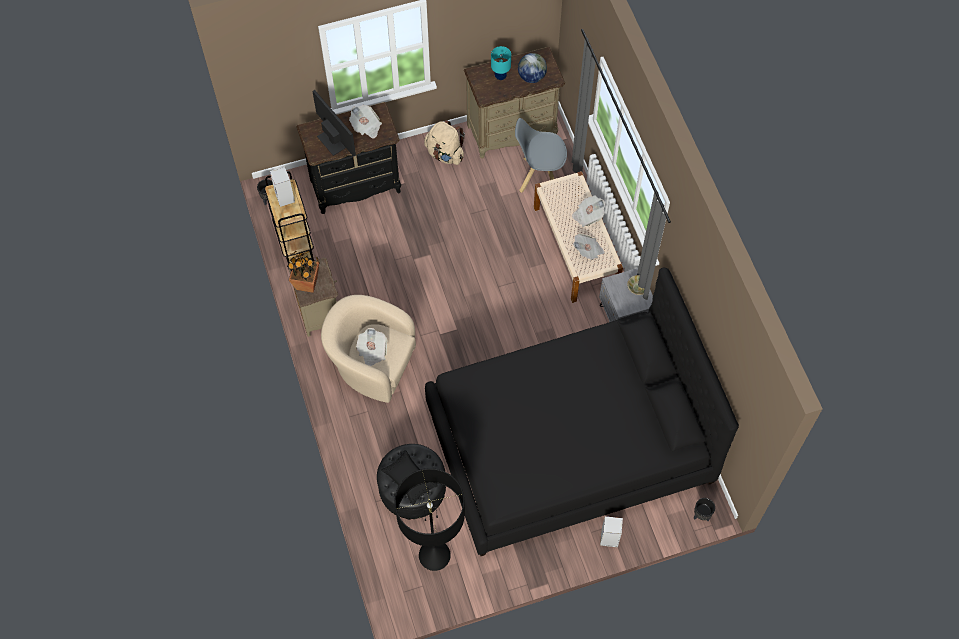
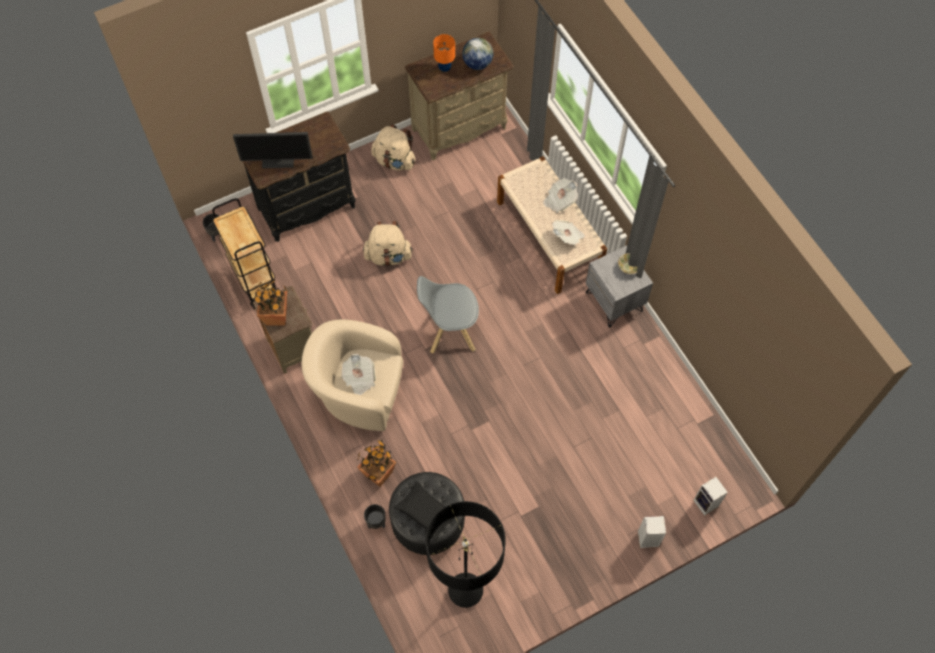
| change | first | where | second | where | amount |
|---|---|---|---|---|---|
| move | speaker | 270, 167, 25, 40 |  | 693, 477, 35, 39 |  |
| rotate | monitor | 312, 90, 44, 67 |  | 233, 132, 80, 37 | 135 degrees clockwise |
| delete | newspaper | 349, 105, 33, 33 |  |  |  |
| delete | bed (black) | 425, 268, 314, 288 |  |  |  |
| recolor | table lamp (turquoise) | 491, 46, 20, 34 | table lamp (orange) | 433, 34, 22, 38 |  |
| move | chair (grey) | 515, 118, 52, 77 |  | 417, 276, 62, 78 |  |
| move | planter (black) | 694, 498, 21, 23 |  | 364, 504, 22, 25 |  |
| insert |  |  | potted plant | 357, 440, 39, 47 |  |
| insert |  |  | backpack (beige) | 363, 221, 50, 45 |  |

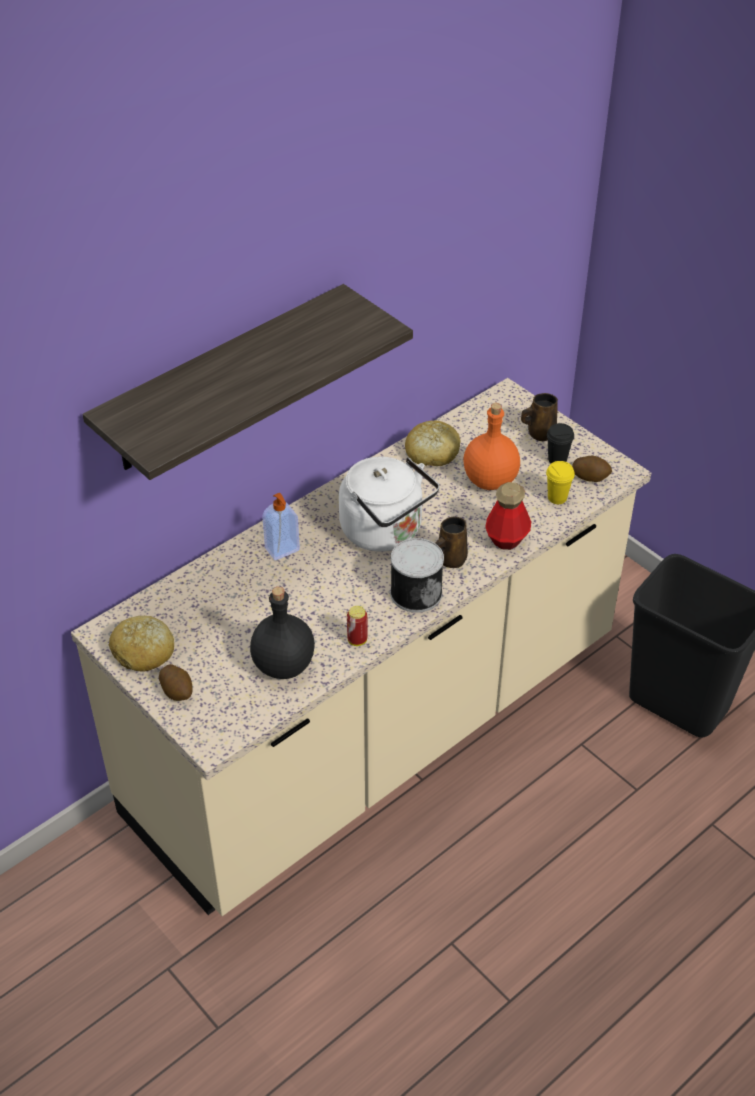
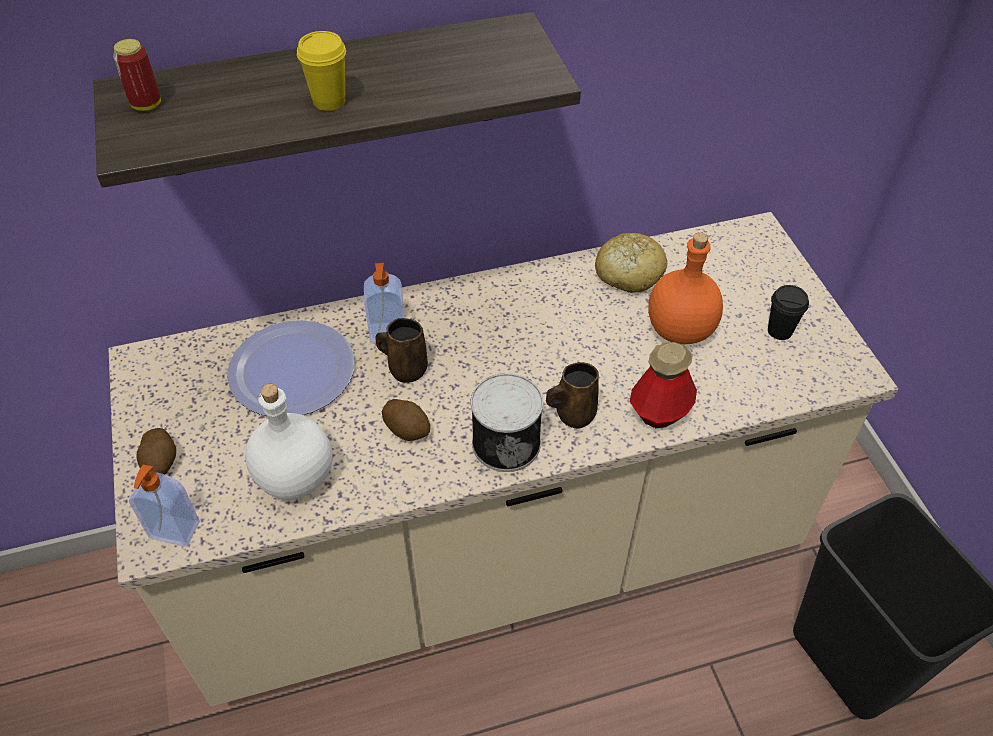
| change | first | where | second | where | amount |
|---|---|---|---|---|---|
| delete | bread | 109, 616, 65, 56 |  |  |  |
| recolor | bottle (black) | 250, 587, 65, 92 | bottle (white) | 245, 384, 88, 116 |  |
| delete | kettle (white) | 339, 457, 100, 95 |  |  |  |
| move | can | 347, 606, 20, 40 |  | 113, 39, 48, 72 |  |
| move | mug (brown) | 521, 393, 37, 48 |  | 375, 318, 53, 65 |  |
| move | cup (yellow) | 546, 461, 29, 43 |  | 297, 31, 49, 80 |  |
| move | potato | 572, 456, 40, 26 |  | 382, 399, 48, 42 |  |
| insert |  |  | soap dispenser | 129, 465, 71, 82 |  |
| insert |  |  | plate | 227, 320, 128, 96 |  |

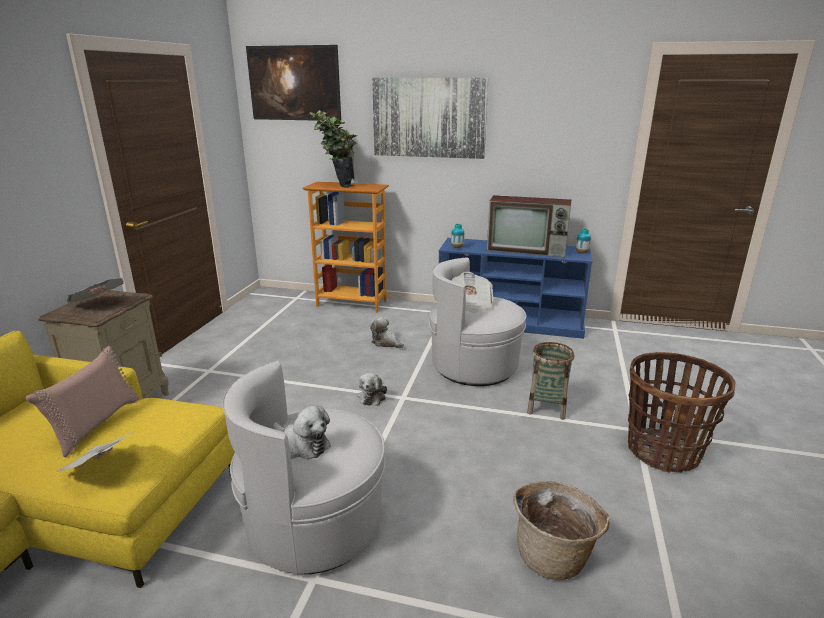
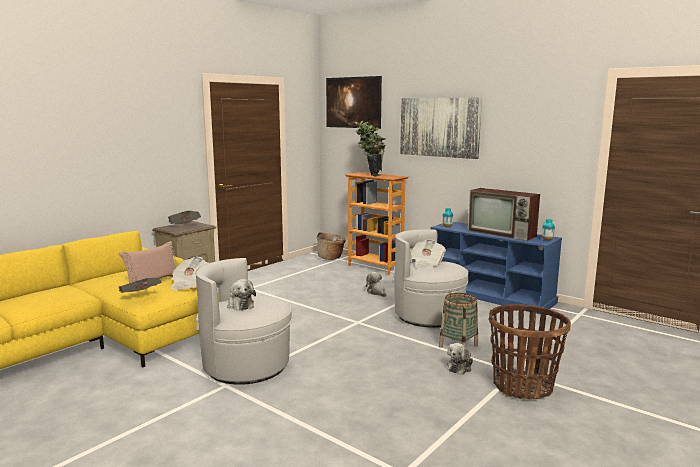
| change | first | where | second | where | amount |
|---|---|---|---|---|---|
| move | plush toy | 358, 373, 29, 33 |  | 447, 343, 26, 32 |  |
| move | basket | 513, 481, 97, 99 |  | 317, 232, 29, 28 |  |
| insert |  |  | newspaper | 171, 257, 38, 33 |  |

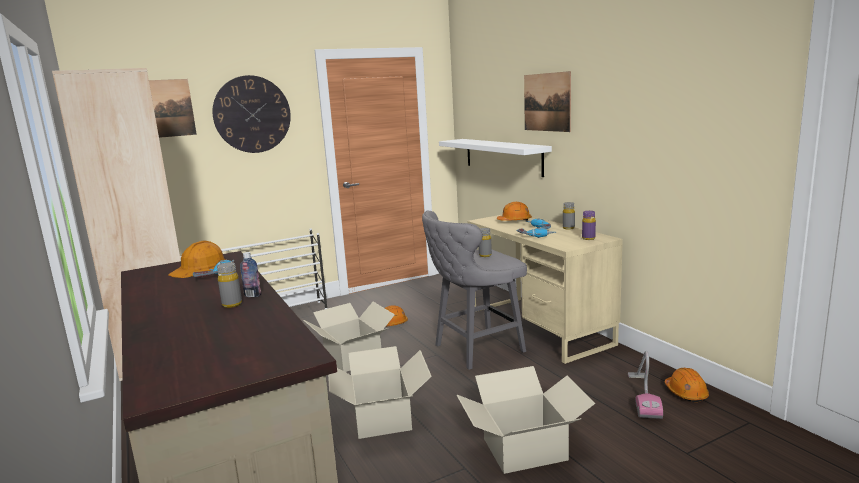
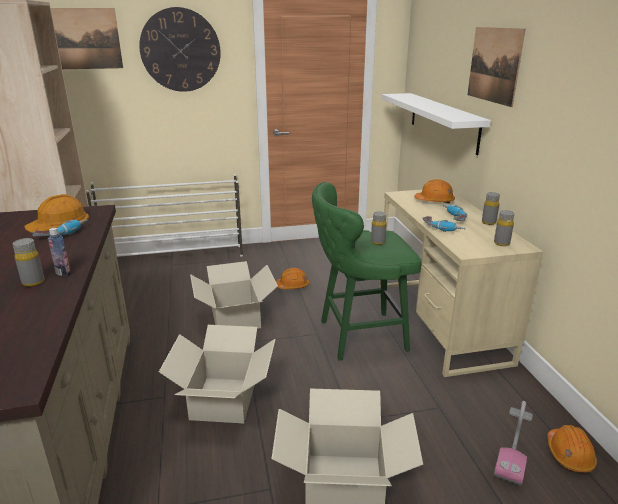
| change | first | where | second | where | amount |
|---|---|---|---|---|---|
| recolor | stool (grey) | 422, 211, 105, 159 | stool (green) | 312, 182, 110, 179 |  |
| recolor | bottle (purple) | 582, 211, 14, 29 | bottle (grey) | 494, 210, 20, 36 |  |

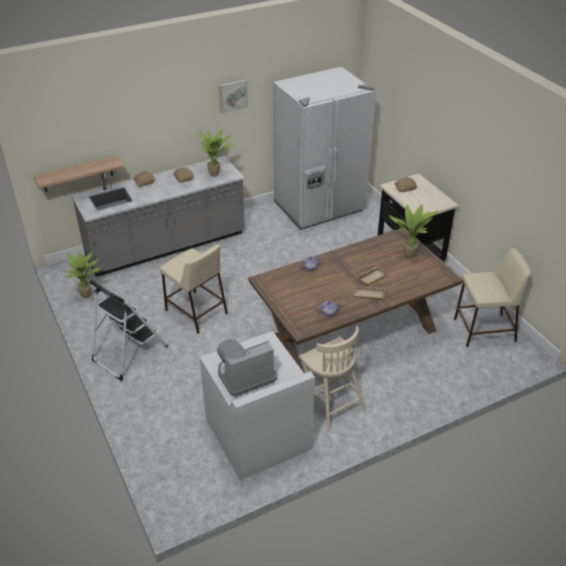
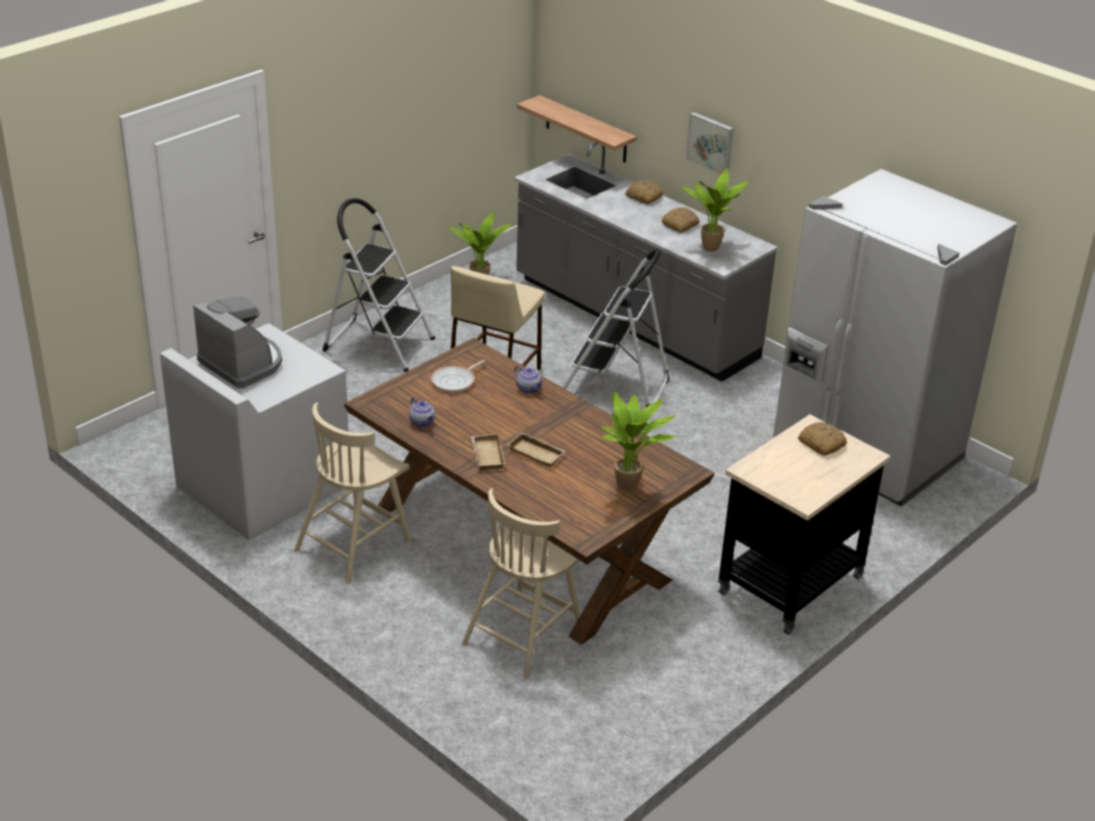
| change | first | where | second | where | amount |
|---|---|---|---|---|---|
| move | picture | 219, 79, 29, 34 |  | 686, 112, 48, 62 |  |
| delete | stool (beige) | 454, 248, 77, 99 |  |  |  |
| insert |  |  | frying pan | 431, 360, 54, 33 |  |
| insert |  |  | chair (beige) | 462, 488, 118, 191 |  |
| insert |  |  | step ladder | 562, 249, 108, 158 |  |

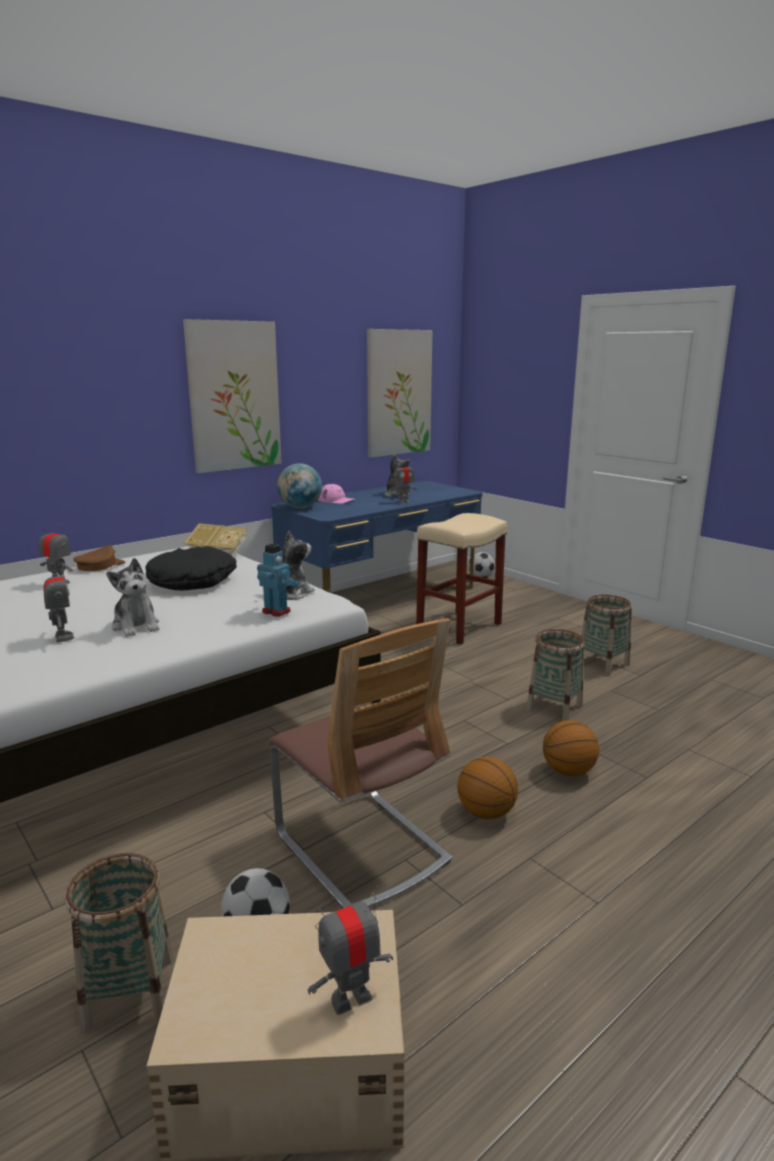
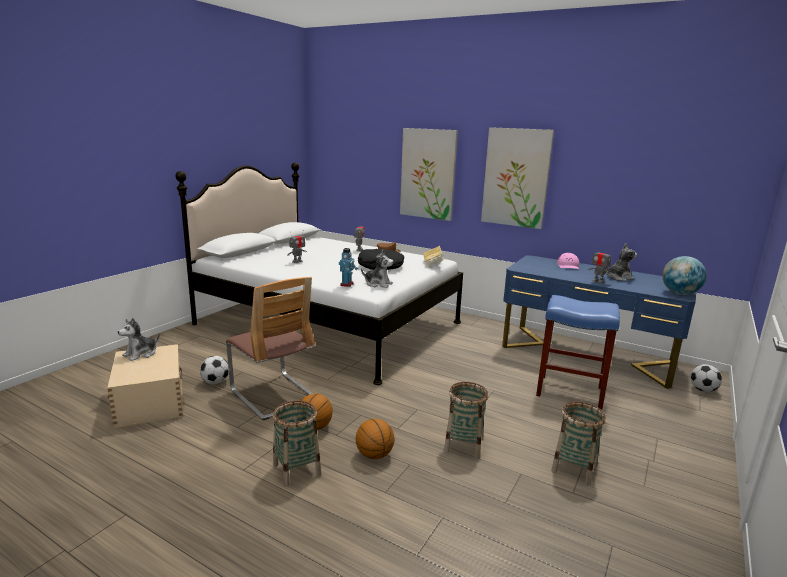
| change | first | where | second | where | amount |
|---|---|---|---|---|---|
| move | basket | 65, 853, 108, 181 |  | 273, 400, 48, 87 |  |
| move | plush toy | 106, 558, 53, 79 |  | 118, 318, 42, 43 |  |
| rotate | chair | 268, 618, 184, 290 |  | 226, 277, 89, 143 | 75 degrees counterclockwise |
| move | globe | 277, 463, 45, 46 |  | 662, 256, 45, 39 |  |
| delete | toy robot | 308, 886, 85, 129 |  |  |  |
| move | picture | 367, 329, 66, 128 |  | 400, 128, 58, 93 |  |
| recolor | stool (beige) | 416, 513, 91, 132 | stool (blue) | 536, 295, 84, 115 |  |

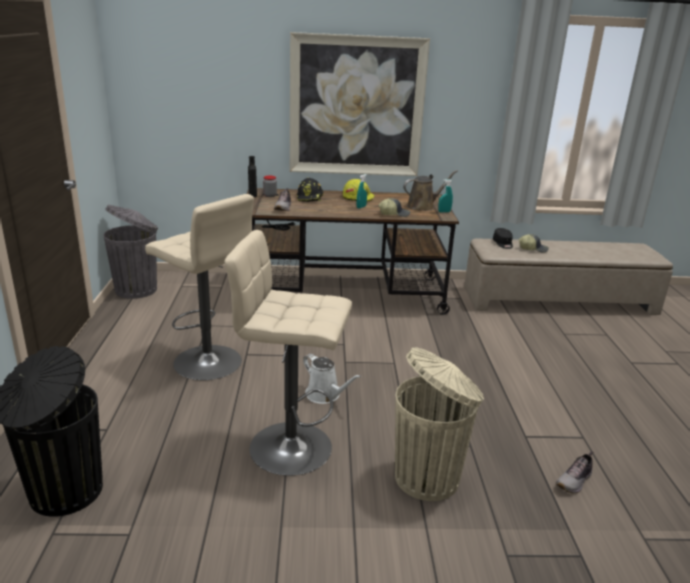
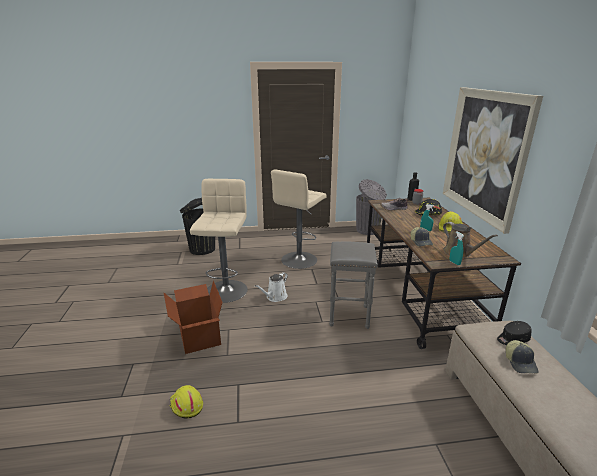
| change | first | where | second | where | amount |
|---|---|---|---|---|---|
| replace | trash can (beige) | 395, 347, 89, 154 | cardboard box | 164, 281, 59, 73 |  |
| replace | shoe | 556, 451, 37, 43 | hard hat (yellow) | 170, 385, 33, 33 |  |
| insert |  |  | stool (grey) | 329, 242, 49, 87 |  |

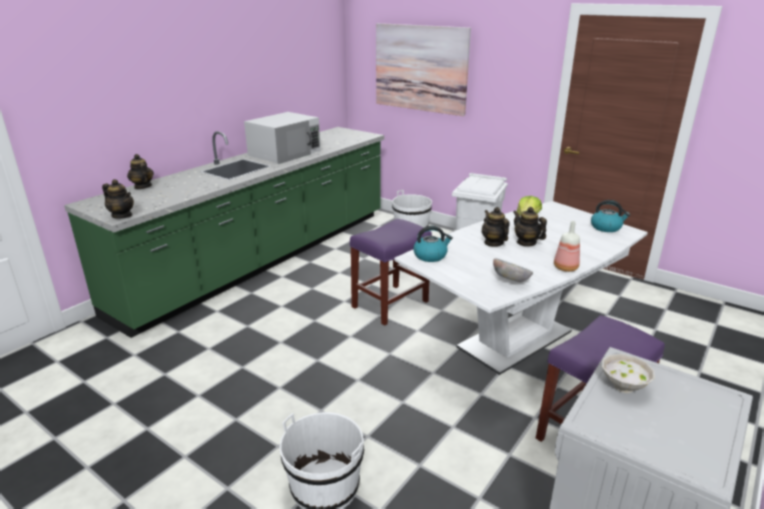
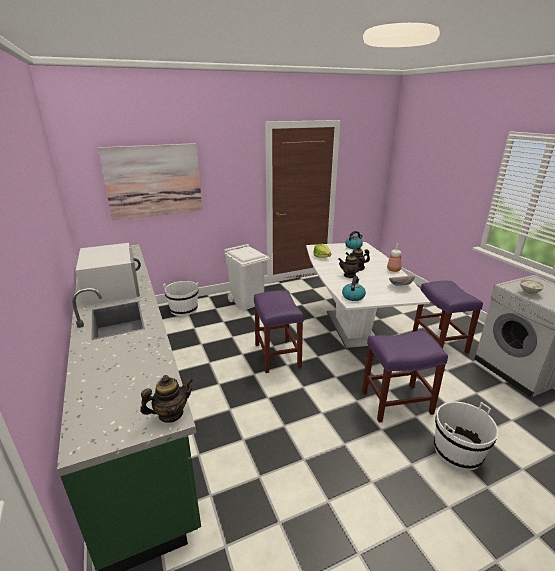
| change | first | where | second | where | amount |
|---|---|---|---|---|---|
| delete | teapot | 127, 154, 27, 35 |  |  |  |
| insert |  |  | stool (purple) | 362, 330, 86, 93 |  |

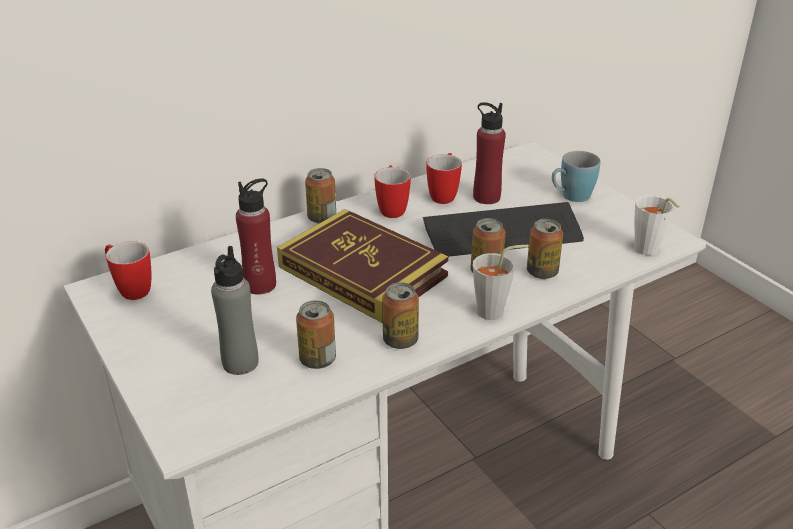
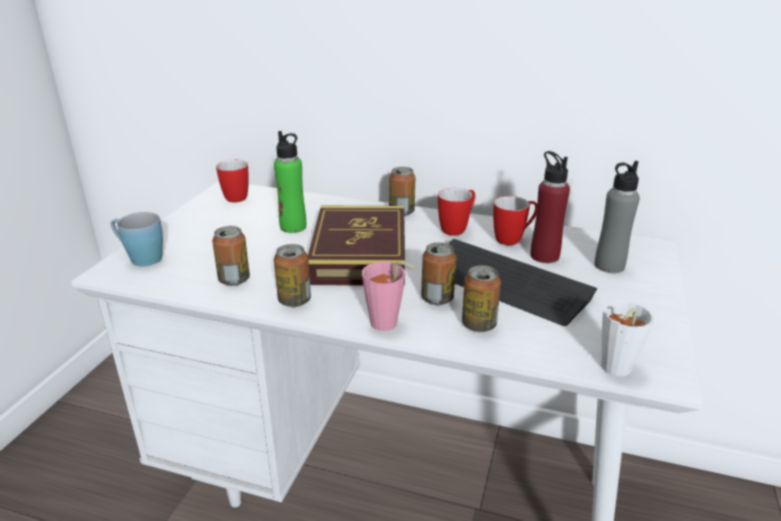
| change | first | where | second | where | amount |
|---|---|---|---|---|---|
| move | bottle (grey) | 211, 246, 47, 129 |  | 594, 161, 46, 112 |  |
| recolor | bottle (red) | 236, 178, 40, 117 | bottle (green) | 274, 131, 32, 102 |  |
| recolor | cup (grey) | 473, 245, 56, 75 | cup (pink) | 362, 261, 54, 70 |  |
| move | mug (blue) | 552, 151, 48, 51 |  | 110, 212, 53, 54 |  |

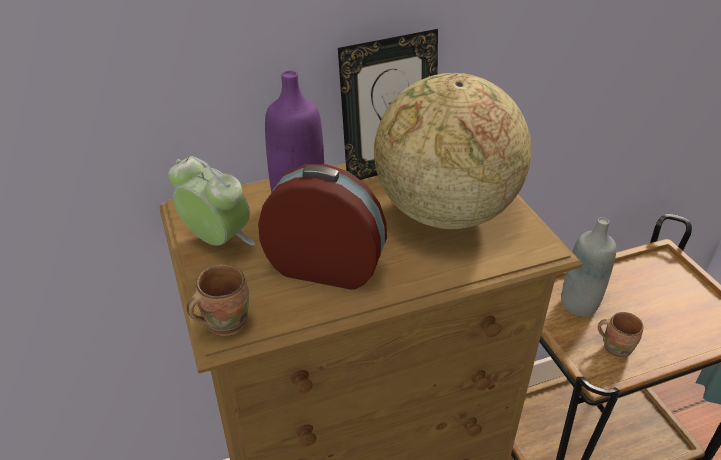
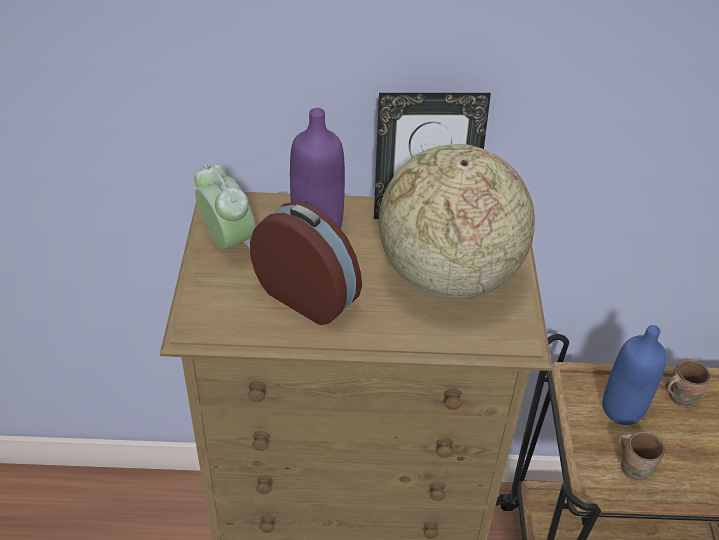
| change | first | where | second | where | amount |
|---|---|---|---|---|---|
| move | mug (brown) | 187, 264, 62, 72 |  | 666, 359, 44, 48 |  |
| recolor | bottle (grey) | 561, 217, 55, 100 | bottle (blue) | 603, 325, 64, 100 |  |

